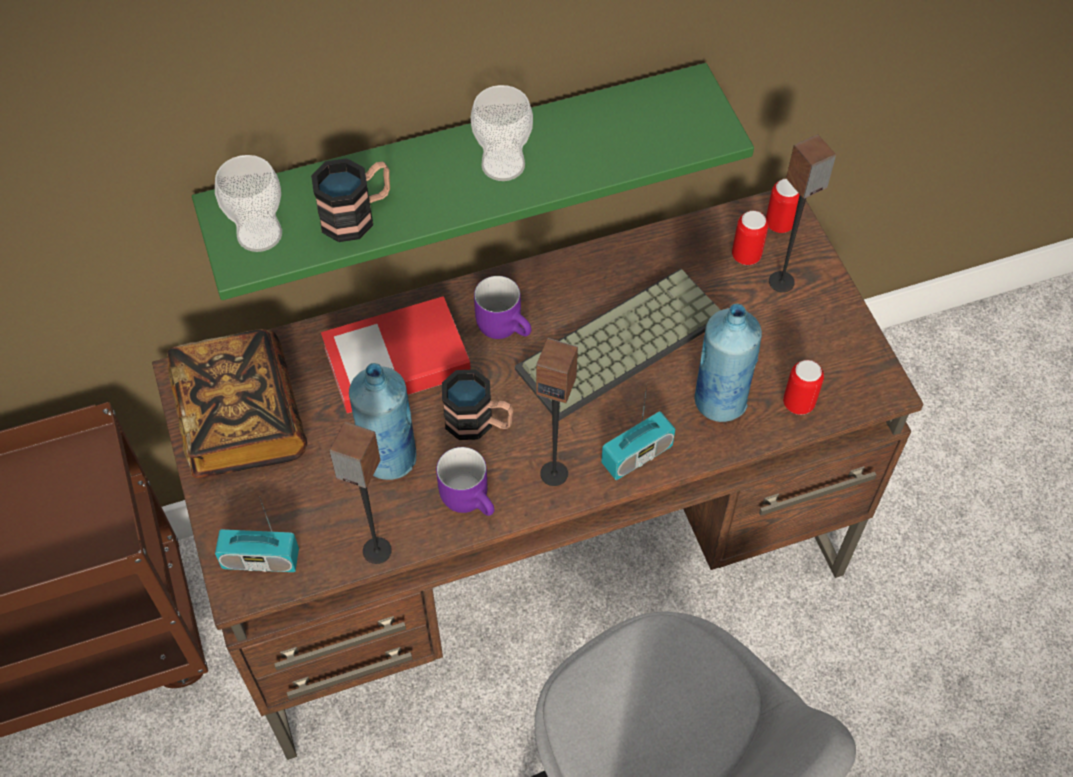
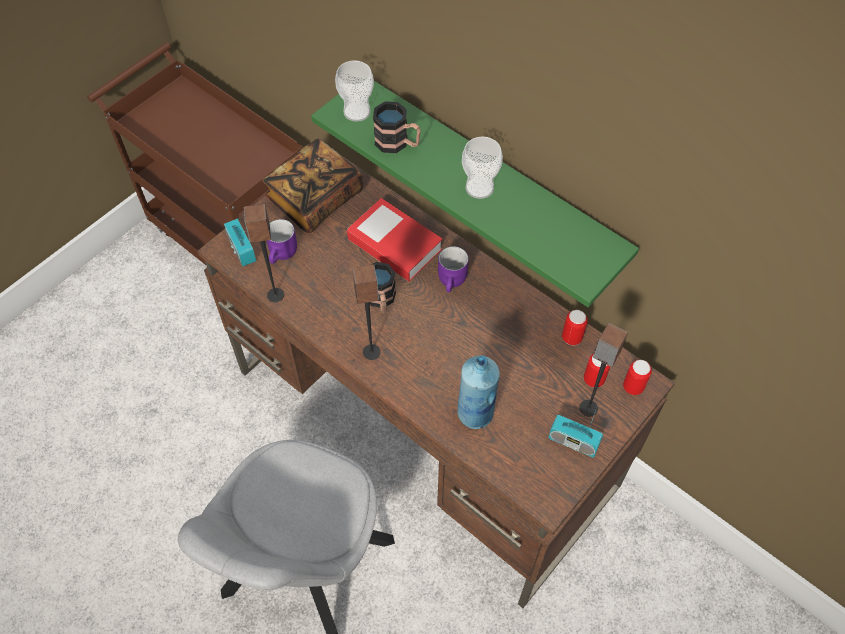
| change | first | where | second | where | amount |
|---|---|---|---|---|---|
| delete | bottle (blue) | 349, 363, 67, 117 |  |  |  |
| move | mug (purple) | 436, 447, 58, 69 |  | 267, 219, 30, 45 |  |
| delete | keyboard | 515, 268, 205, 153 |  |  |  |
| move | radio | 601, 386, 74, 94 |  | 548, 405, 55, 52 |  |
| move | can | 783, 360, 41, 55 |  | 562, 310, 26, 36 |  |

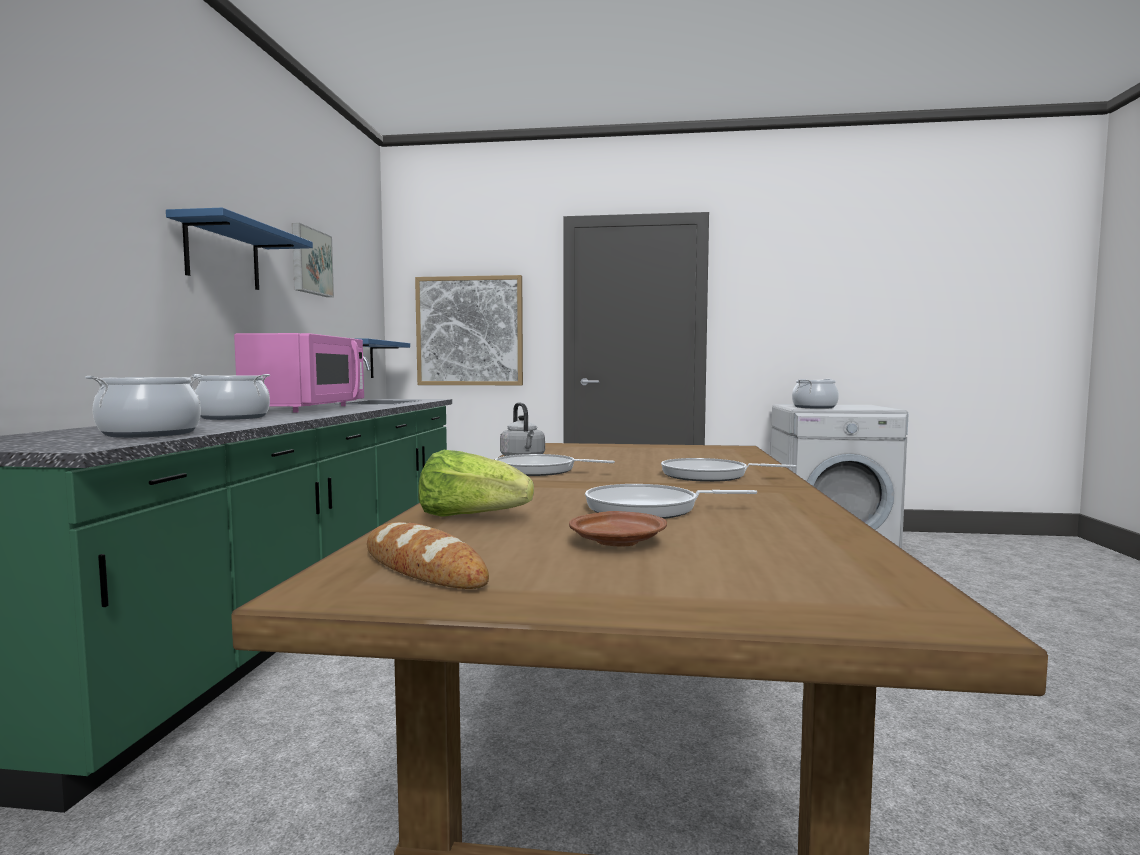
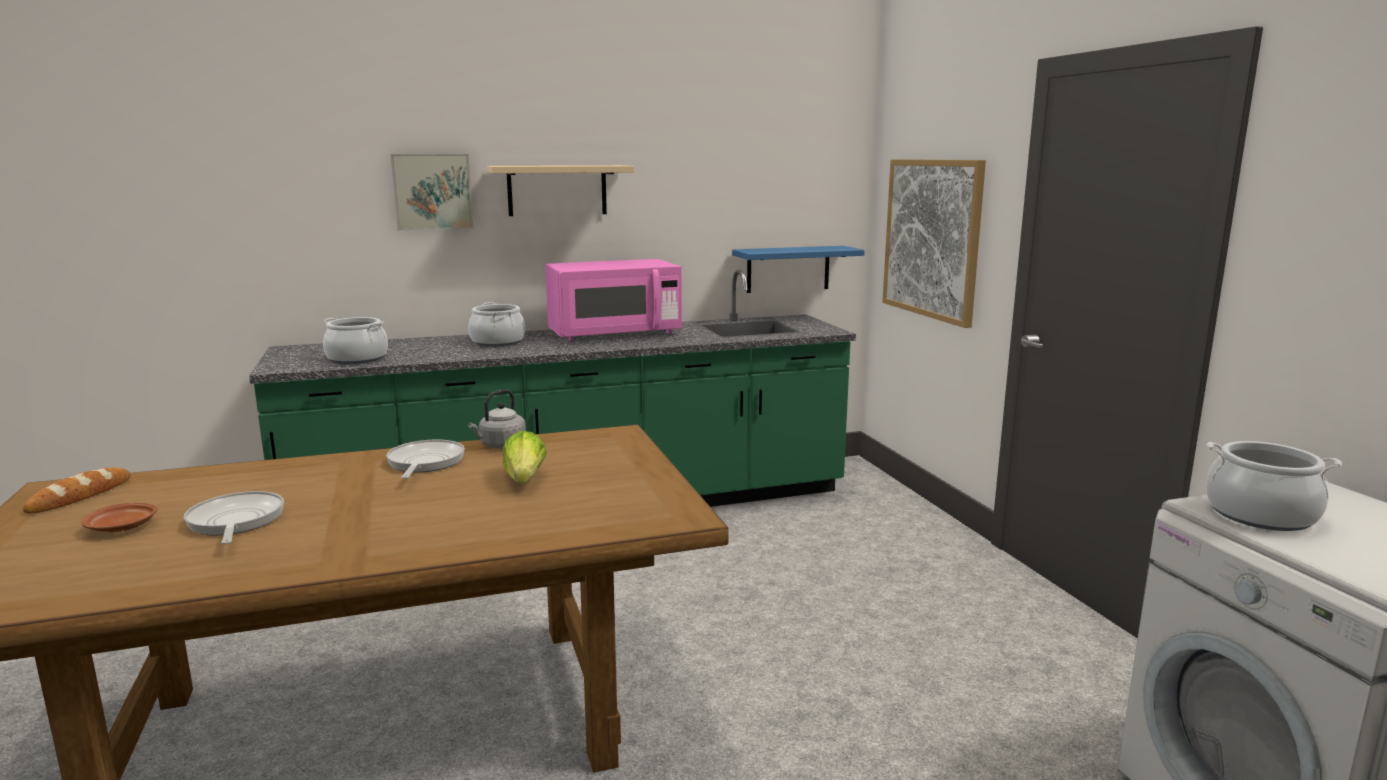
| change | first | where | second | where | amount |
|---|---|---|---|---|---|
| recolor | shelf (blue) | 166, 208, 147, 82 | shelf (beige) | 487, 165, 147, 51 |  |
| move | picture | 292, 223, 42, 74 |  | 391, 154, 82, 77 |  |
| move | lettuce | 418, 450, 116, 67 |  | 503, 431, 44, 52 |  |
| delete | frying pan | 661, 458, 136, 24 |  |  |  |

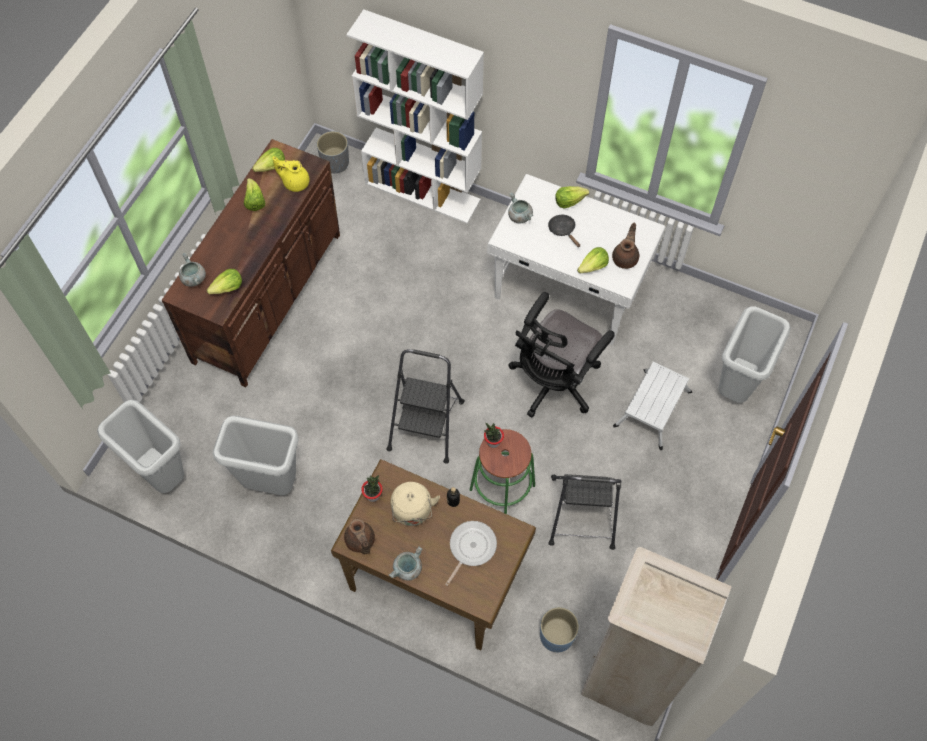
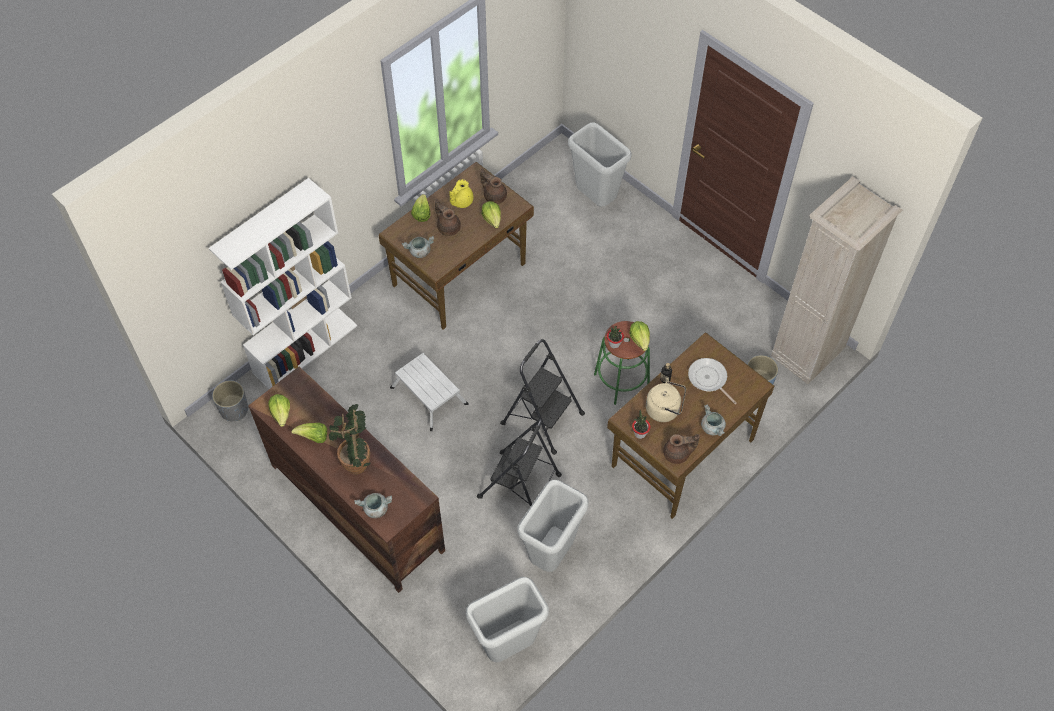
| change | first | where | second | where | amount |
|---|---|---|---|---|---|
| move | lettuce | 207, 269, 35, 25 |  | 629, 321, 21, 30 |  |
| move | teapot (yellow) | 272, 156, 37, 36 |  | 449, 179, 24, 29 |  |
| recolor | desk (white) | 487, 174, 178, 171 | desk (brown) | 379, 162, 155, 168 |  |
| delete | office chair | 508, 292, 107, 126 |  |  |  |
| replace | frying pan (black) | 548, 215, 32, 32 | teapot (brown) | 435, 198, 26, 38 |  |
| move | step ladder (black) | 548, 474, 74, 76 |  | 477, 419, 85, 88 |  |
| move | step ladder (white) | 613, 362, 79, 88 |  | 390, 353, 78, 78 |  |
| insert |  |  | potted plant | 329, 404, 42, 70 |  |

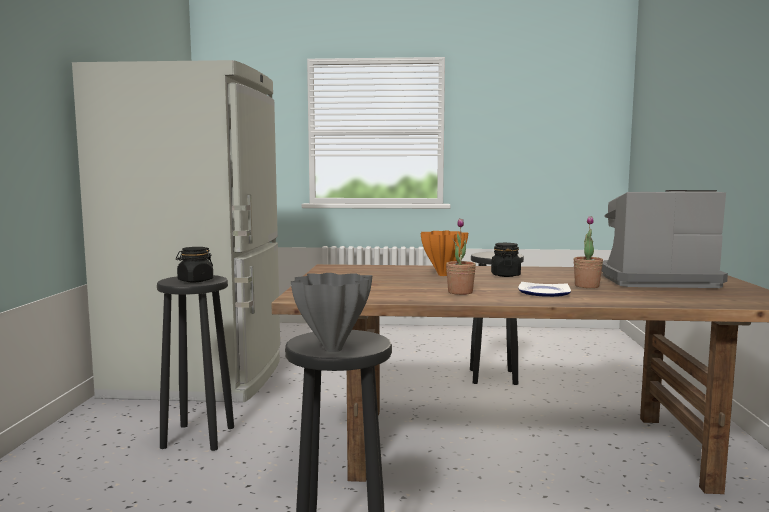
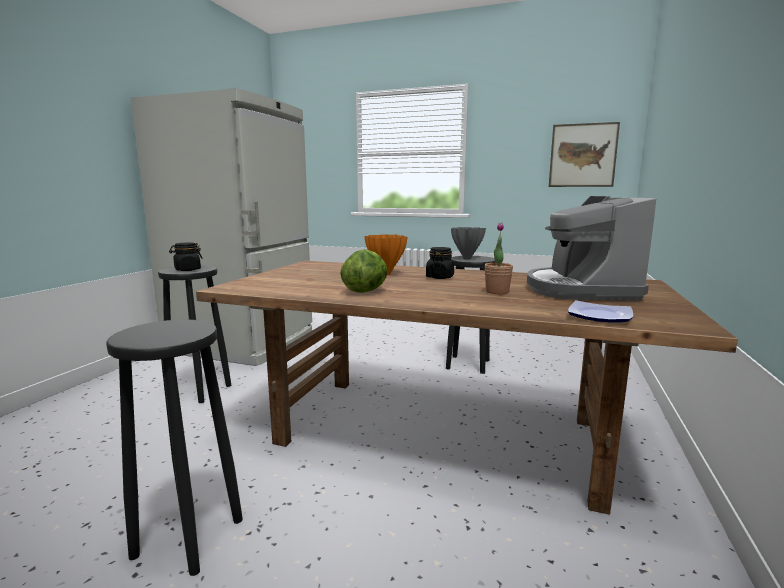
| change | first | where | second | where | amount |
|---|---|---|---|---|---|
| move | vase (grey) | 291, 273, 81, 79 |  | 451, 227, 35, 33 |  |
| replace | potted plant | 446, 218, 30, 77 | lettuce | 340, 249, 47, 44 |  |
| move | plate | 518, 282, 53, 15 |  | 568, 300, 65, 23 |  |
| rotate | coffee machine | 602, 190, 126, 98 |  | 527, 196, 129, 105 | 105 degrees counterclockwise |
| insert |  |  | picture | 549, 122, 71, 65 |  |

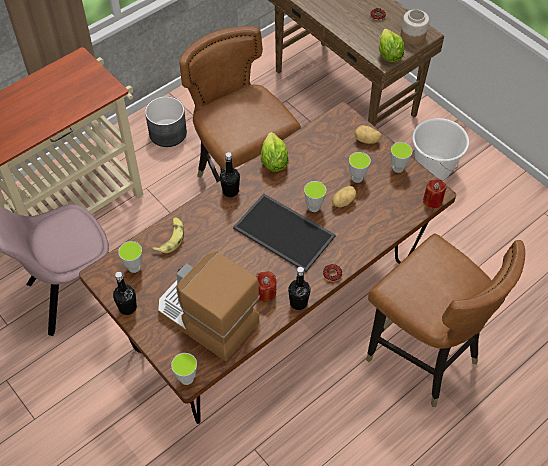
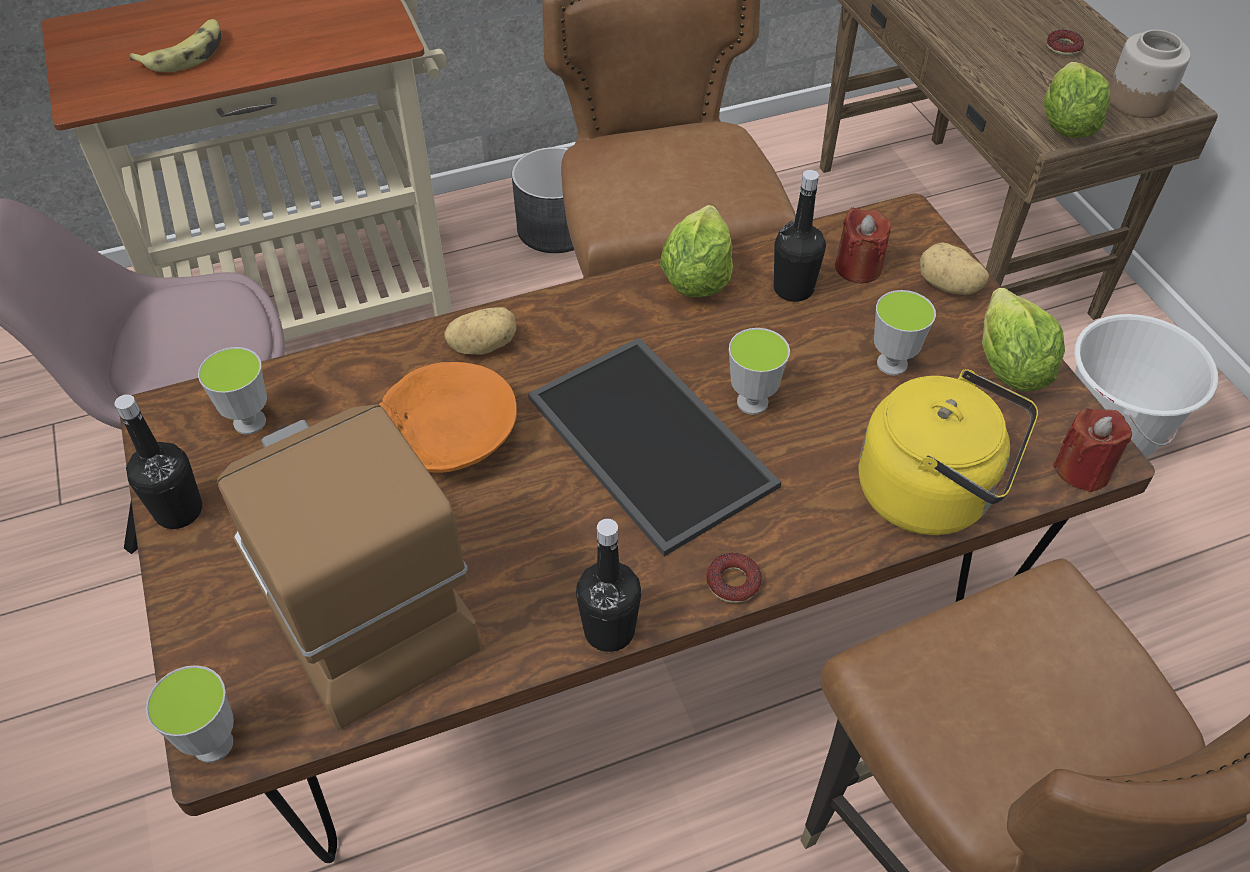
| change | first | where | second | where | amount |
|---|---|---|---|---|---|
| move | banana | 152, 217, 32, 36 |  | 130, 19, 91, 53 |  |
| move | bottle (black) | 220, 152, 20, 45 |  | 774, 170, 52, 132 |  |
| move | candle (red) | 256, 271, 20, 31 |  | 835, 207, 56, 77 |  |
| move | potato | 332, 186, 24, 21 |  | 444, 307, 72, 48 |  |
| replace | cup | 391, 142, 21, 31 | lettuce | 982, 288, 83, 103 |  |
| insert |  |  | bowl (orange) | 379, 362, 138, 111 |  |
| insert |  |  | kettle (yellow) | 859, 369, 179, 166 |  |

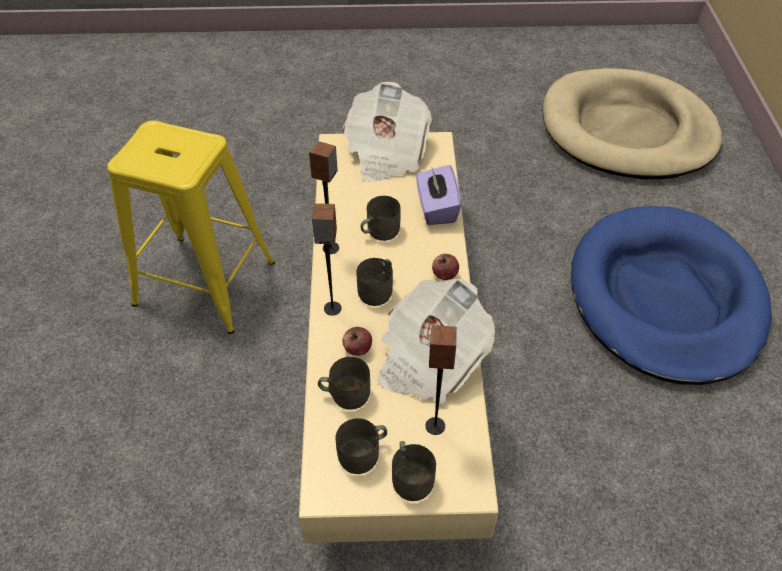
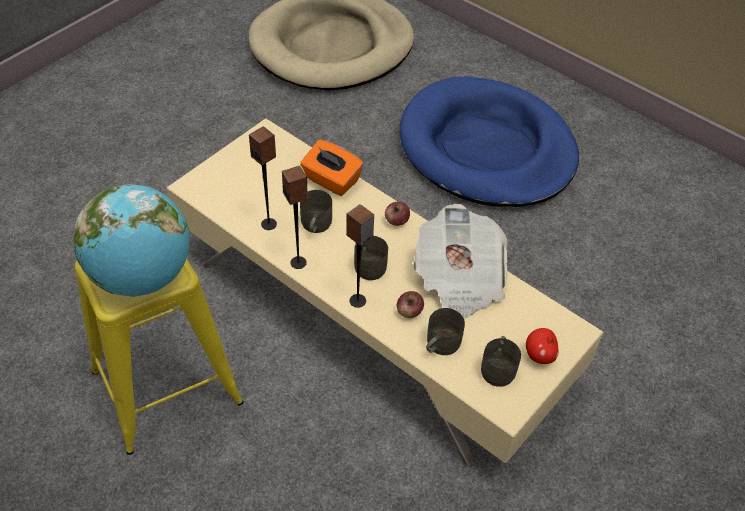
| change | first | where | second | where | amount |
|---|---|---|---|---|---|
| delete | newspaper | 343, 82, 89, 100 |  |  |  |
| replace | mug (grey) | 392, 441, 44, 60 | apple | 526, 328, 32, 36 |  |
| recolor | tissue box (purple) | 416, 165, 45, 60 | tissue box (orange) | 300, 140, 64, 56 |  |
| move | speaker | 425, 325, 32, 110 |  | 249, 126, 28, 104 |  |
| insert |  |  | globe | 74, 184, 116, 113 |  |

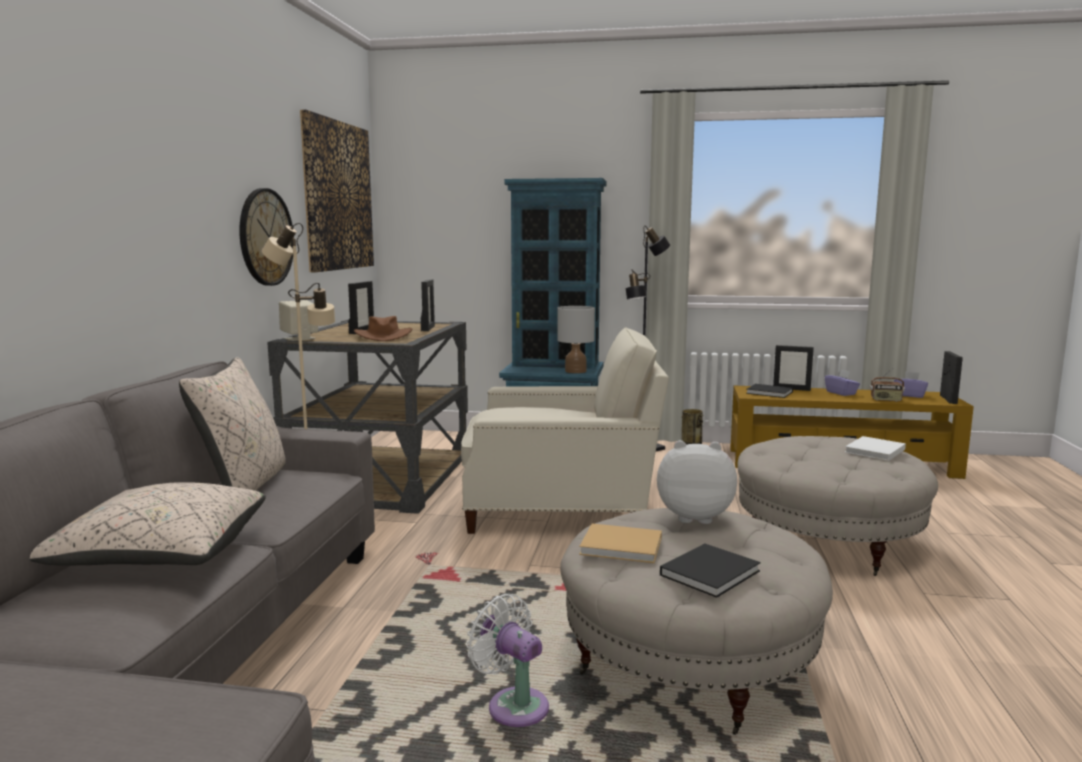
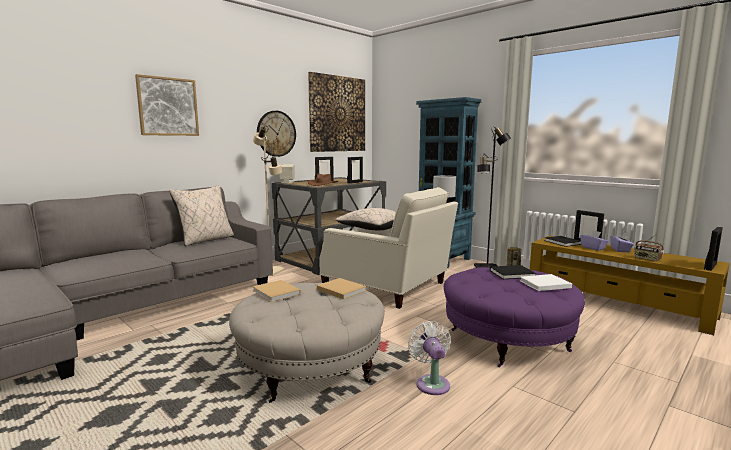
| change | first | where | second | where | amount |
|---|---|---|---|---|---|
| move | pillow (beige) | 30, 482, 236, 84 |  | 335, 208, 61, 22 |  |
| move | fan (white) | 466, 594, 83, 133 |  | 408, 321, 43, 74 |  |
| replace | plush toy | 657, 440, 80, 84 | book (beige) | 317, 278, 50, 21 |  |
| move | book (black) | 660, 544, 101, 54 |  | 490, 265, 46, 14 |  |
| recolor | ottoman (beige) | 737, 436, 201, 140 | ottoman (purple) | 444, 267, 141, 100 |  |
| move | tissue box (purple) | 894, 371, 34, 27 |  | 580, 231, 29, 20 |  |
| insert |  |  | picture | 135, 74, 64, 62 |  |

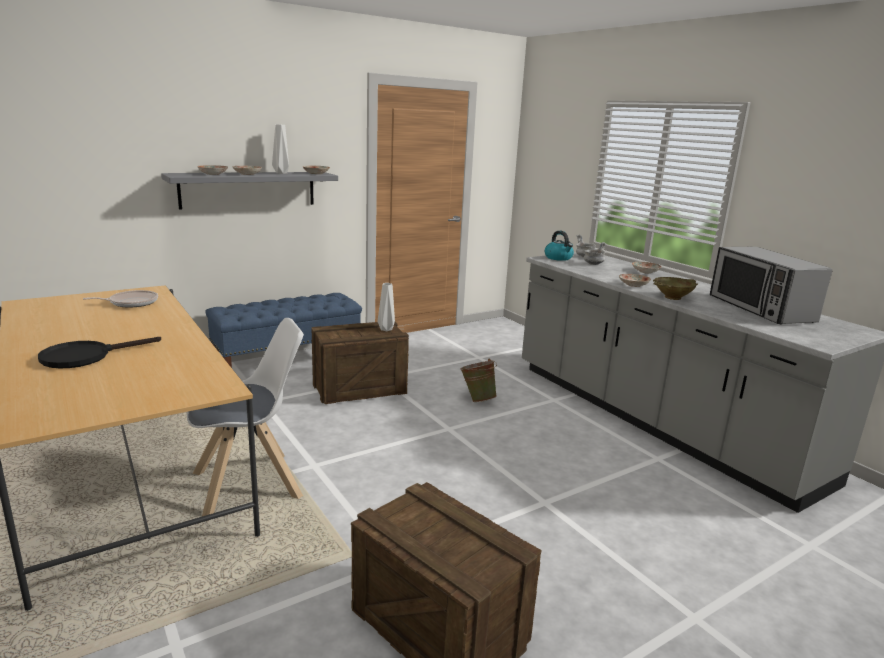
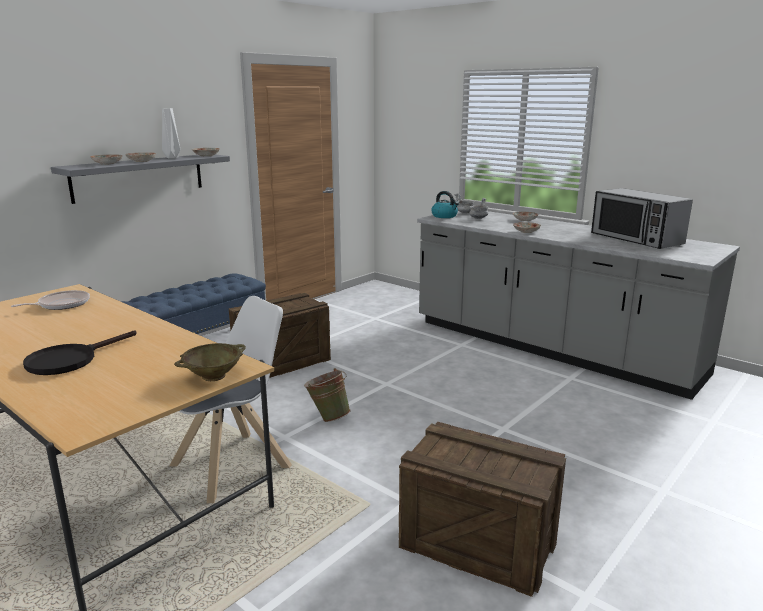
| change | first | where | second | where | amount |
|---|---|---|---|---|---|
| delete | vase (grey) | 378, 283, 17, 48 |  |  |  |
| move | bucket (green) | 460, 358, 37, 44 |  | 304, 368, 47, 54 |  |
| move | bowl (beige) | 653, 277, 45, 23 |  | 174, 343, 72, 38 |  |

